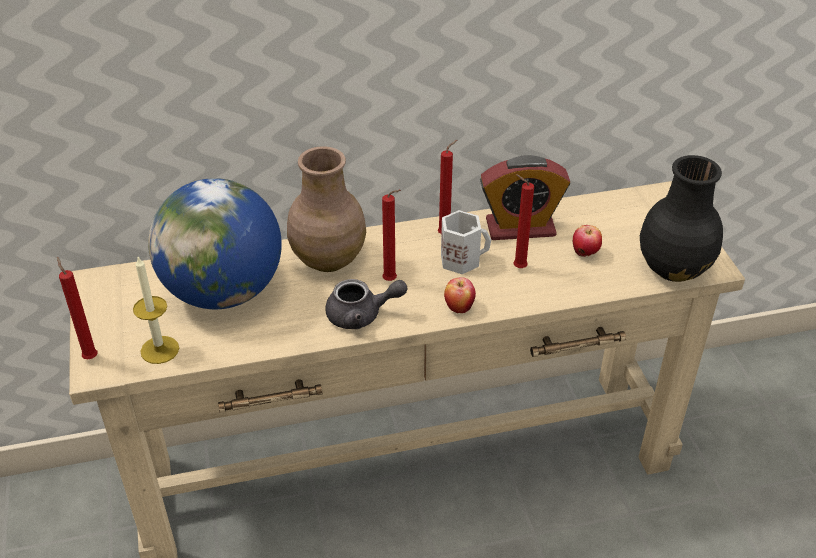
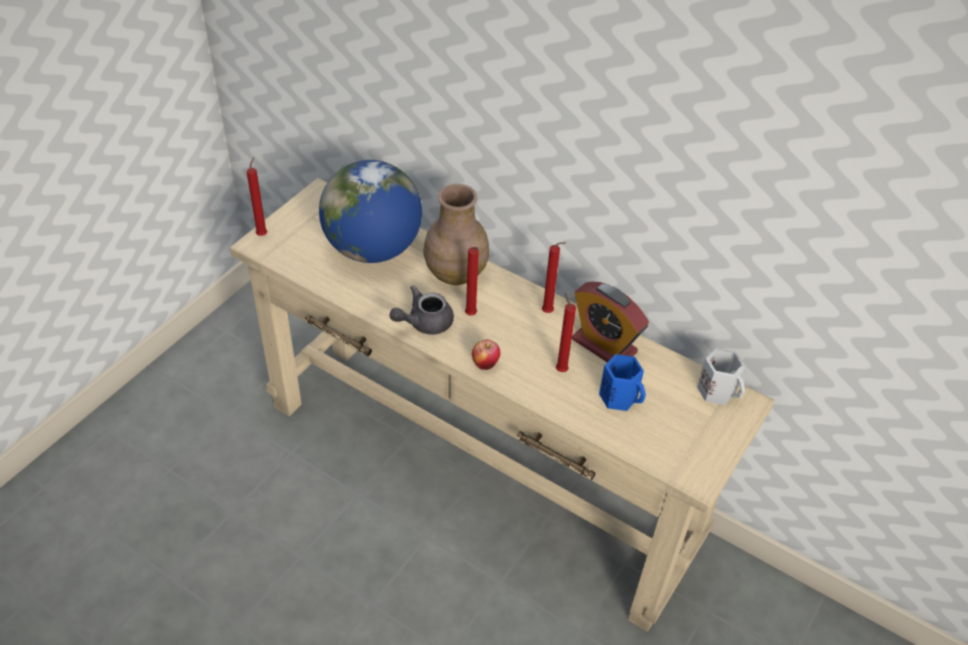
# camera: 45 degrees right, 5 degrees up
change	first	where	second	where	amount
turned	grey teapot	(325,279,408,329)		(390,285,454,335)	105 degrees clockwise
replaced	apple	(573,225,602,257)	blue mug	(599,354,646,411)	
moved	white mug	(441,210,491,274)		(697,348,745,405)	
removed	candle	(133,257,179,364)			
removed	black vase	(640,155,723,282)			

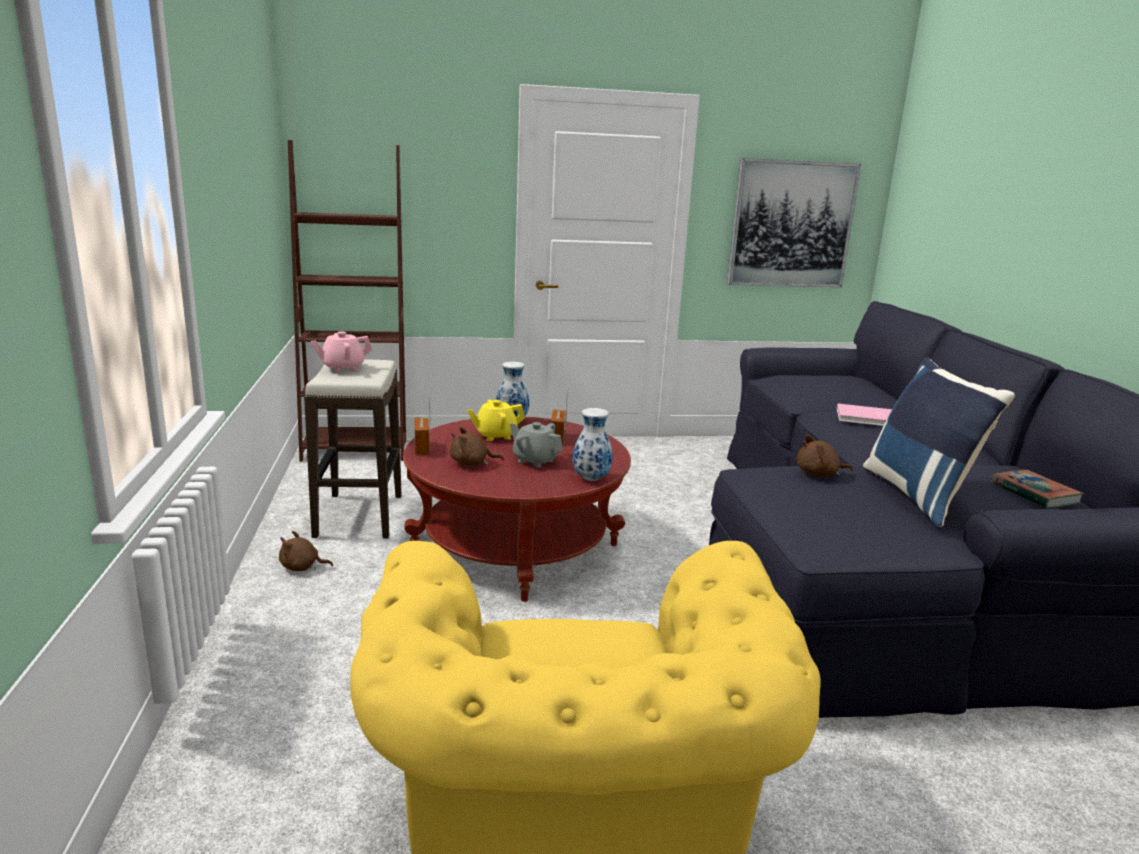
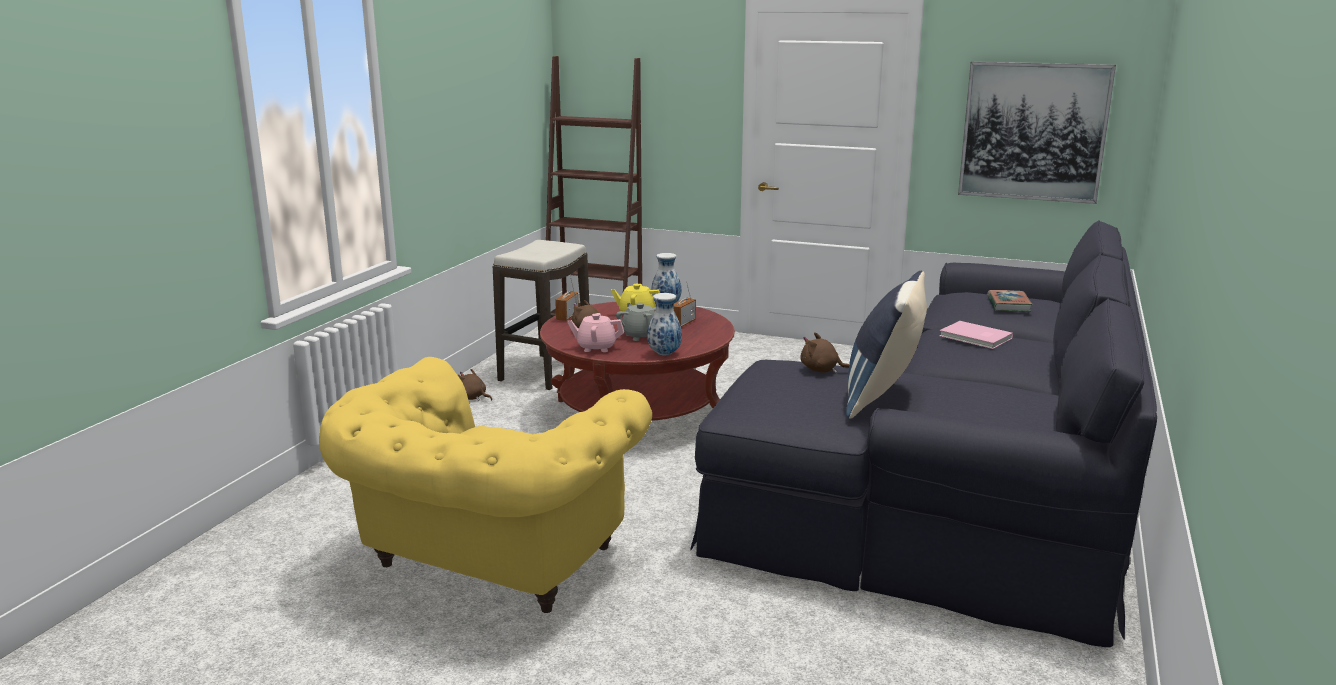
# camera: 30 degrees right, 0 degrees up
change	first	where	second	where	amount
moved	pink teapot	(311,331,372,372)		(567,313,624,352)	
moved	book	(991,470,1084,509)		(987,290,1033,312)	

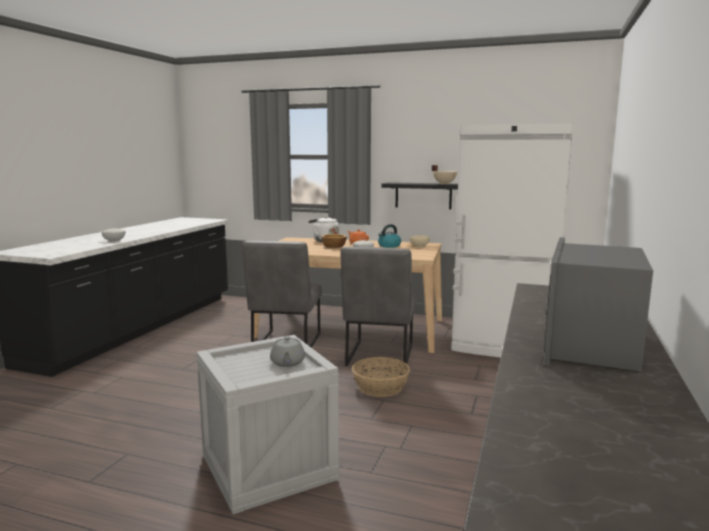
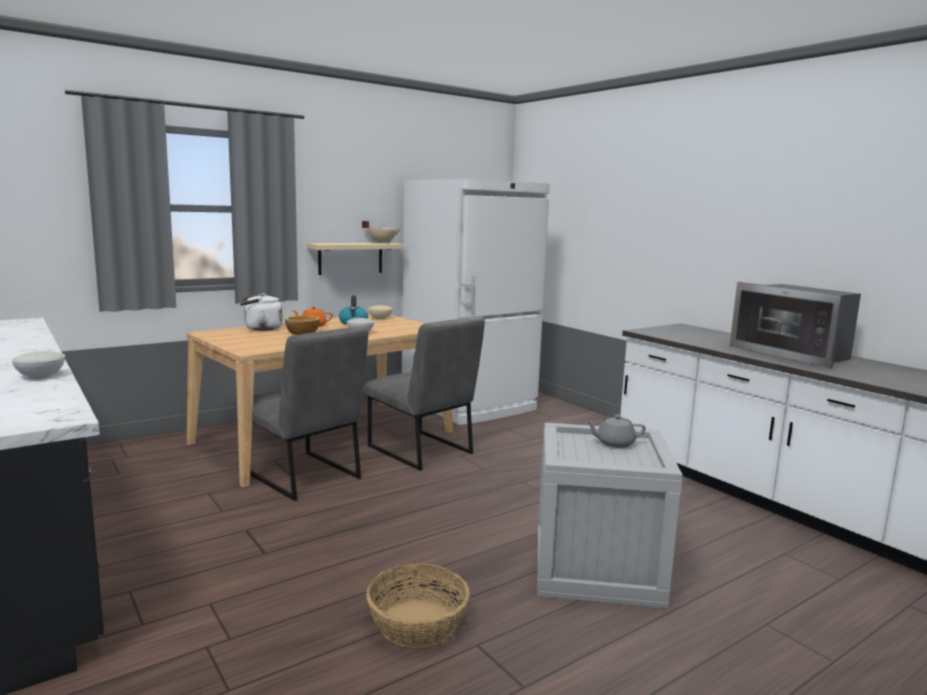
# camera: 55 degrees left, 0 degrees up
change	first	where	second	where	amount
recoloured	black shelf	(381,182,458,209)	beige shelf	(307,243,404,275)	
moved	basket	(352,357,410,397)		(366,564,470,648)	
turned	grey teapot	(270,336,305,367)		(585,415,646,448)	150 degrees clockwise

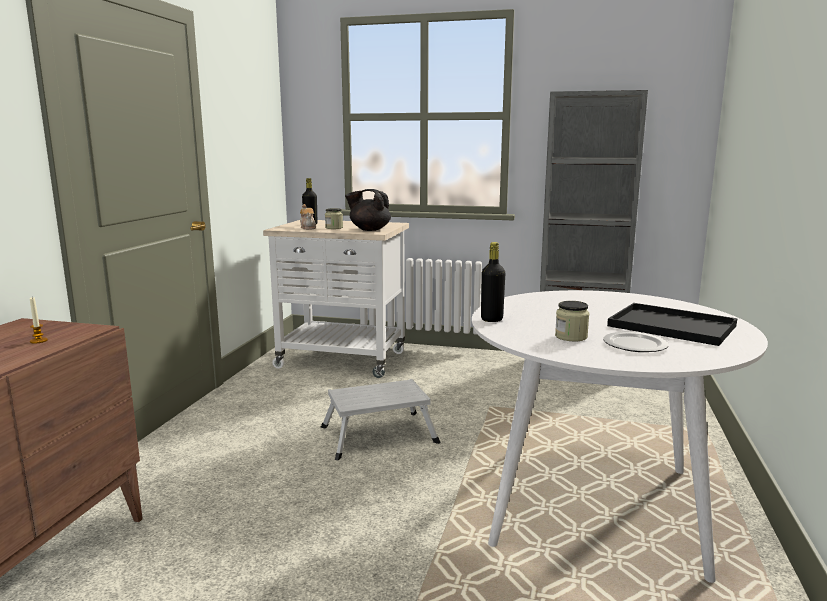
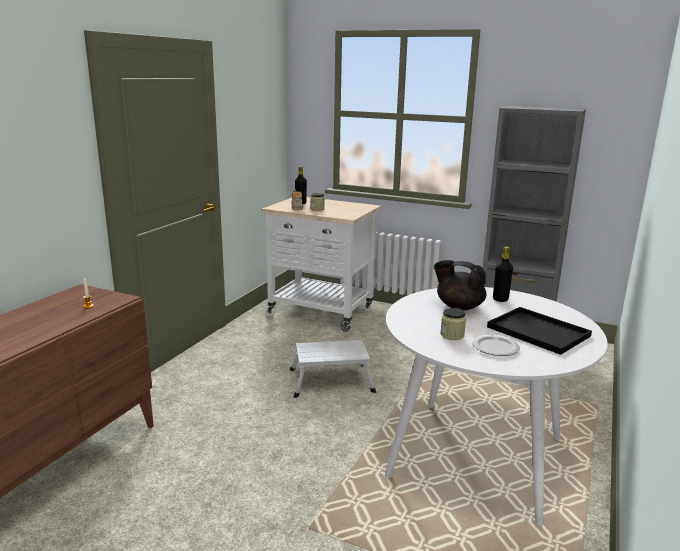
# camera: 10 degrees right, 5 degrees up
change	first	where	second	where	amount
moved	black teapot	(345,189,391,231)		(434,260,486,311)	
moved	black bottle	(481,242,505,322)		(493,246,513,302)	

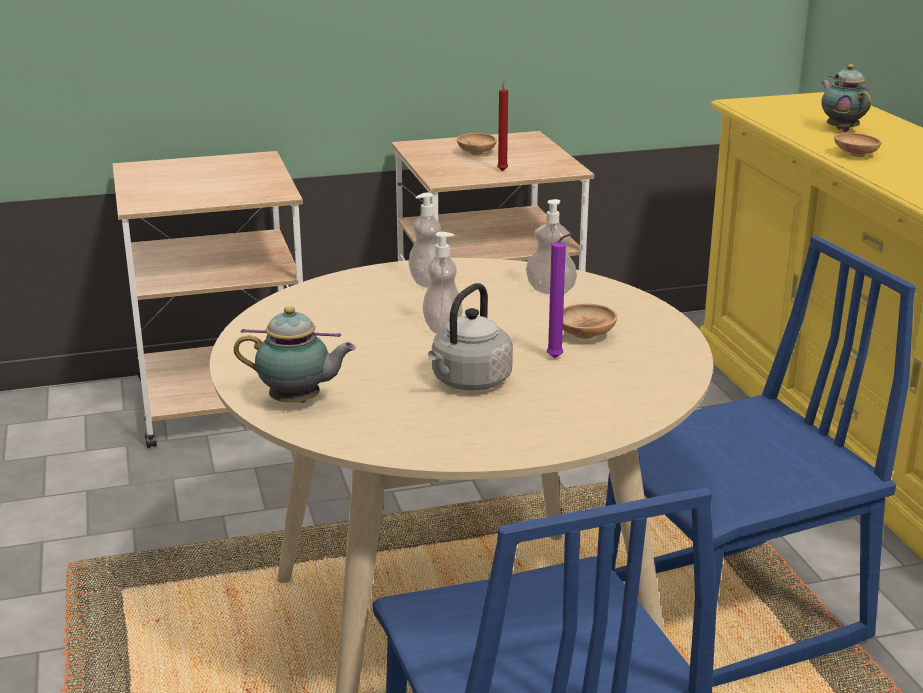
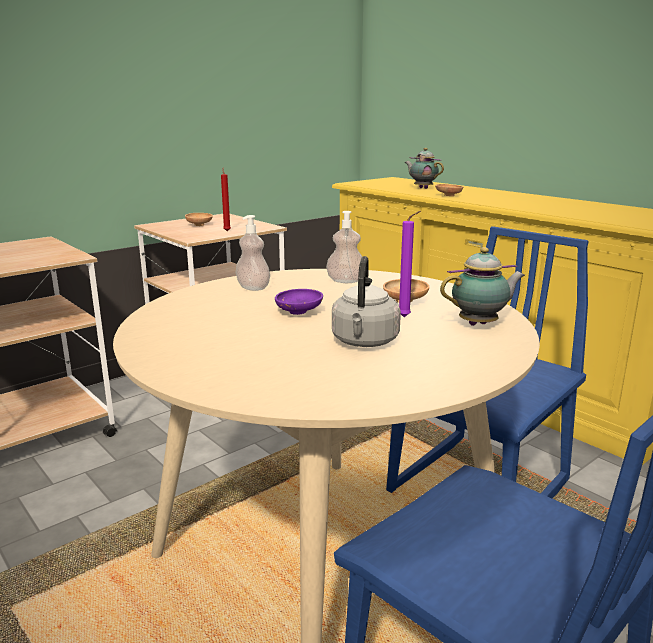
# camera: 25 degrees left, 5 degrees down
change	first	where	second	where	amount
replaced	soap dispenser	(422,232,463,334)	purple bowl	(275,289,323,315)	
moved	teapot	(234,306,356,403)		(440,247,525,326)	

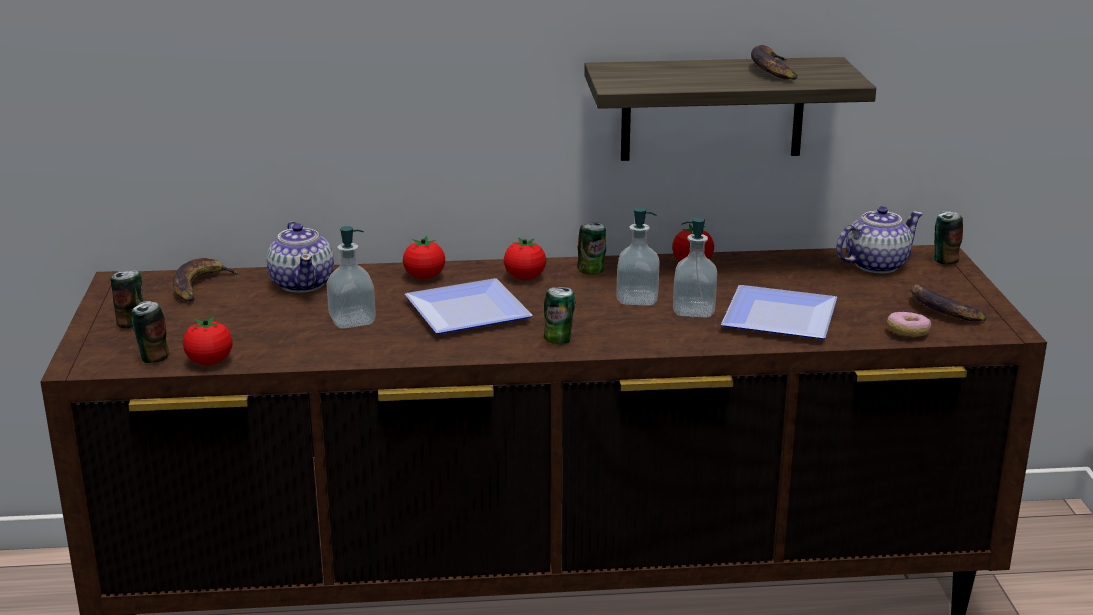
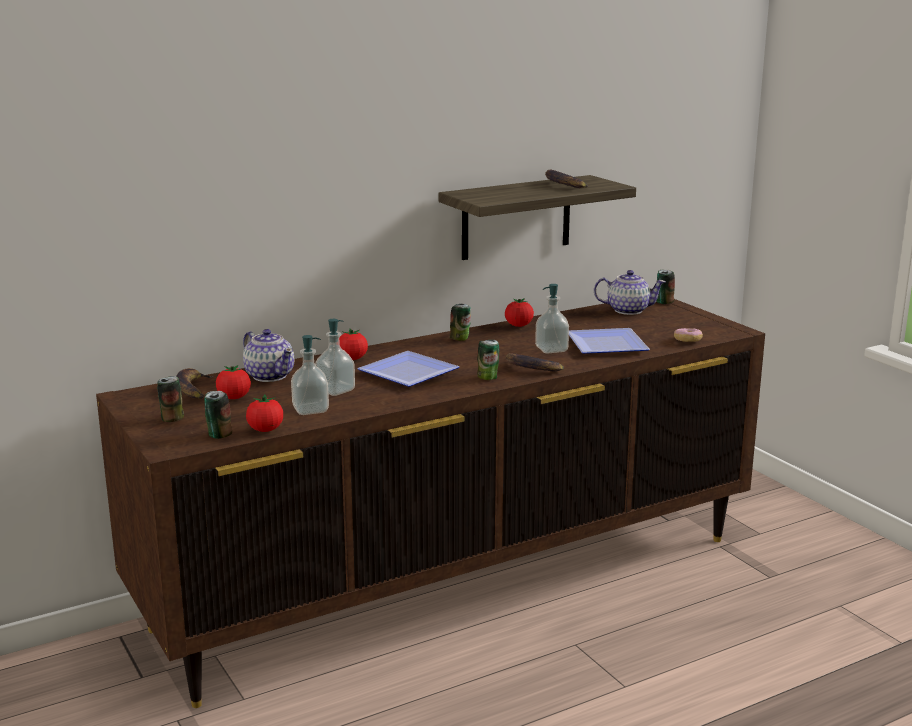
# camera: 25 degrees left, 5 degrees down
change	first	where	second	where	amount
moved	tomato	(504,237,546,280)		(216,365,251,399)	
moved	soap dispenser	(616,207,660,306)		(291,335,329,415)	
moved	banana	(911,285,987,322)		(506,353,564,372)	
turned	teapot	(836,206,923,273)		(594,270,666,315)	60 degrees clockwise

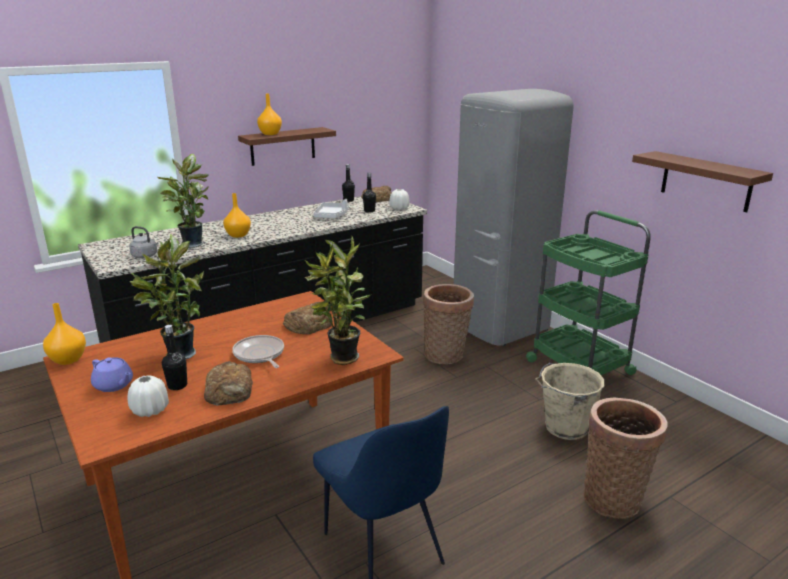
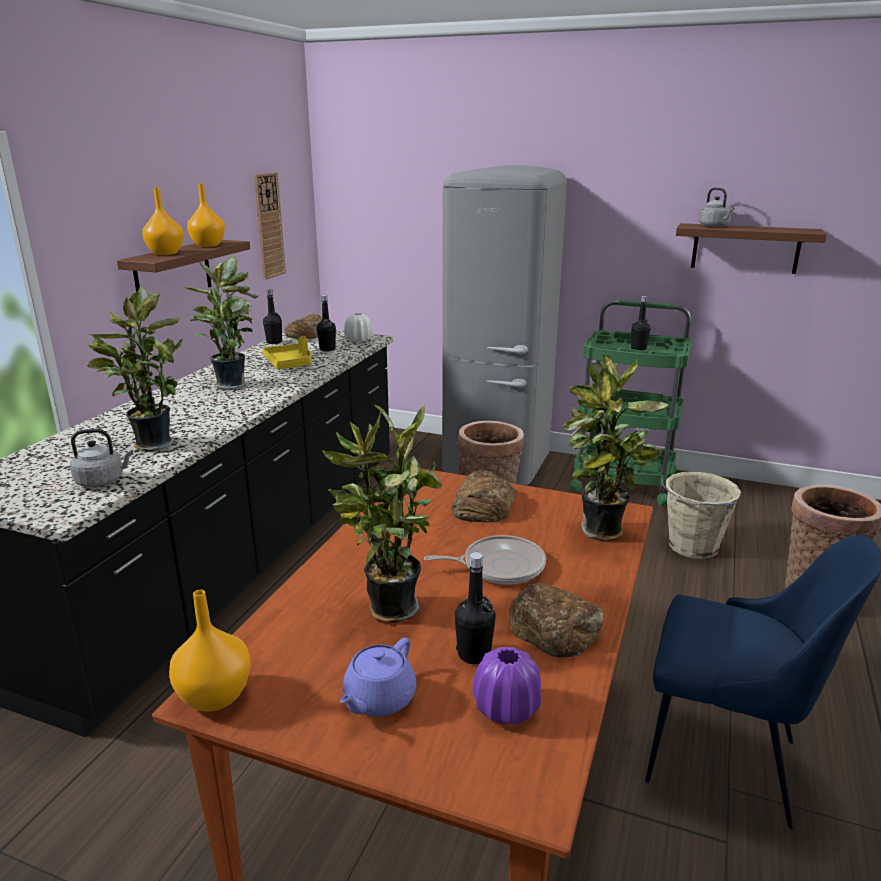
# camera: 35 degrees left, 0 degrees up
change	first	where	second	where	amount
added			potted plant	(184,256,258,390)	
moved	orange vase	(223,193,251,238)		(187,184,225,247)	
added			wall clock	(254,172,286,280)	
recoloured	white tray	(314,199,349,218)	yellow tray	(262,336,312,369)	
turned	purple teapot	(91,357,133,392)		(340,638,416,717)	120 degrees clockwise
turned	frying pan	(232,335,284,368)		(424,535,546,584)	150 degrees clockwise
recoloured	white vase	(128,375,169,417)	purple vase	(473,647,541,724)	
added			black bottle	(631,296,650,351)	
added			grey kettle	(699,187,735,227)	

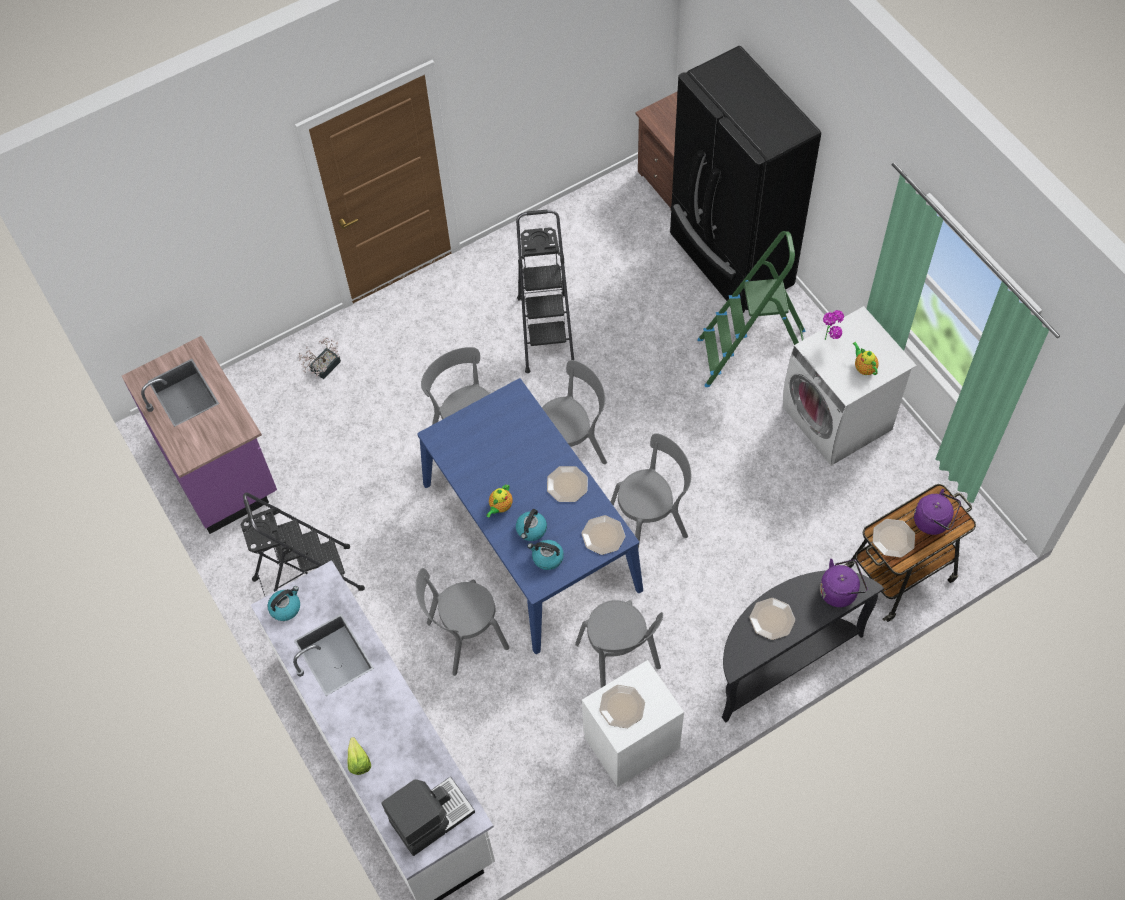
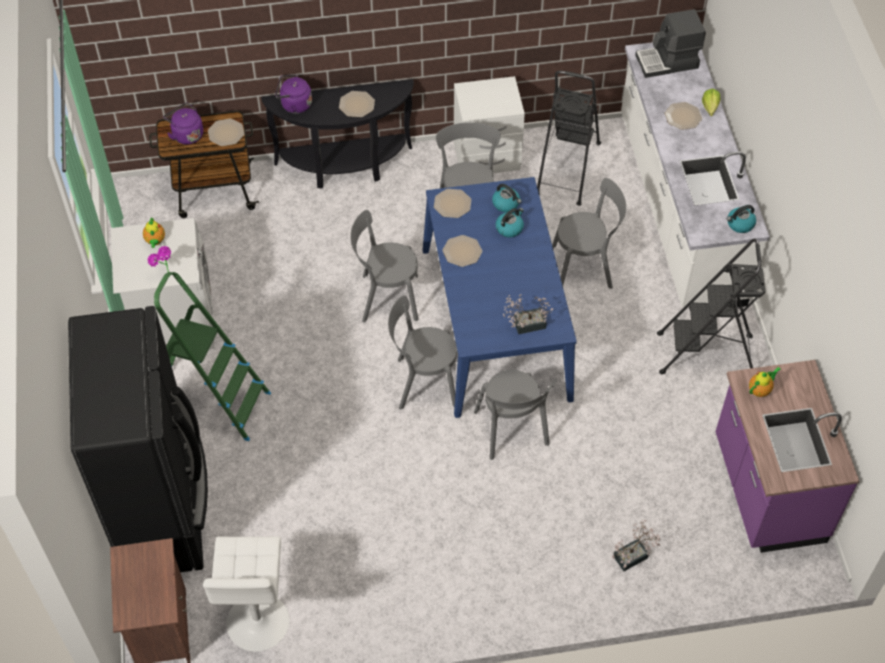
# camera: 160 degrees left, 5 degrees down
change	first	where	second	where	amount
added			white stool	(203,536,289,652)	
added			potted plant	(503,294,553,334)	
moved	step ladder	(516,210,574,373)		(537,71,601,206)	
moved	plate	(599,685,645,728)		(664,102,702,130)	
moved	teapot	(486,485,513,517)		(749,367,781,397)	

